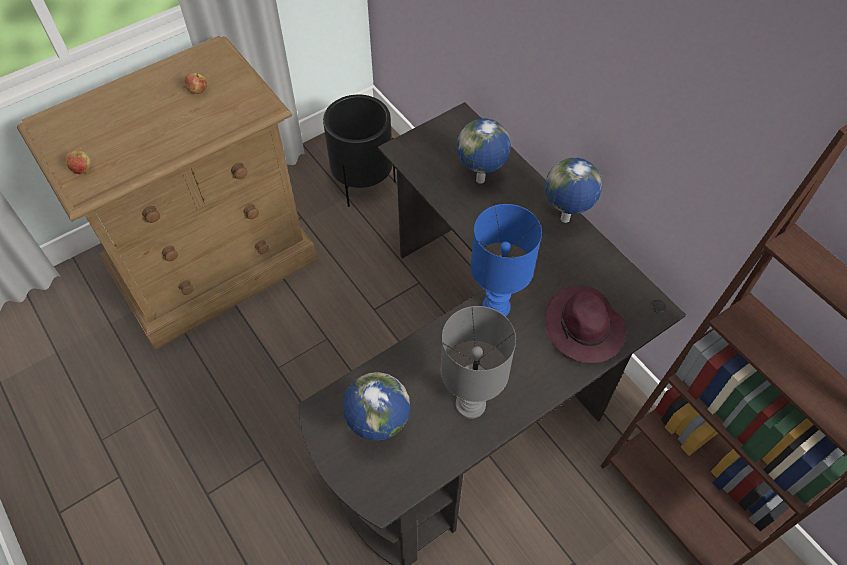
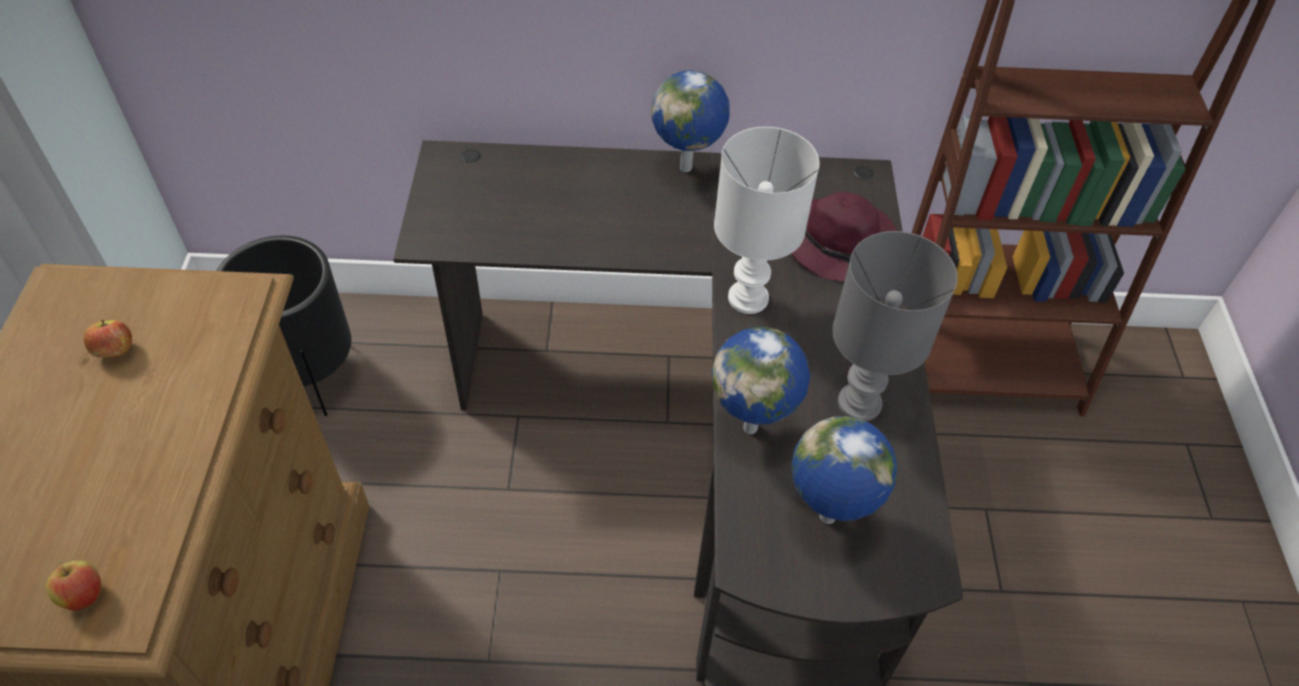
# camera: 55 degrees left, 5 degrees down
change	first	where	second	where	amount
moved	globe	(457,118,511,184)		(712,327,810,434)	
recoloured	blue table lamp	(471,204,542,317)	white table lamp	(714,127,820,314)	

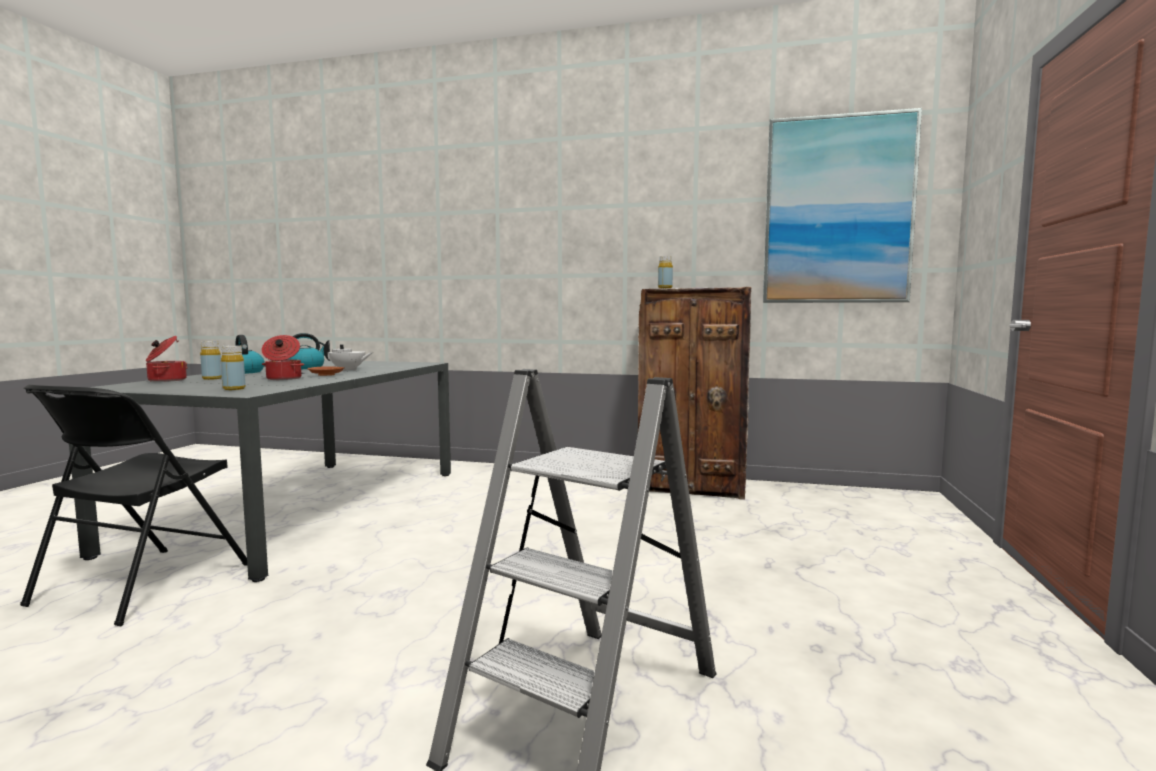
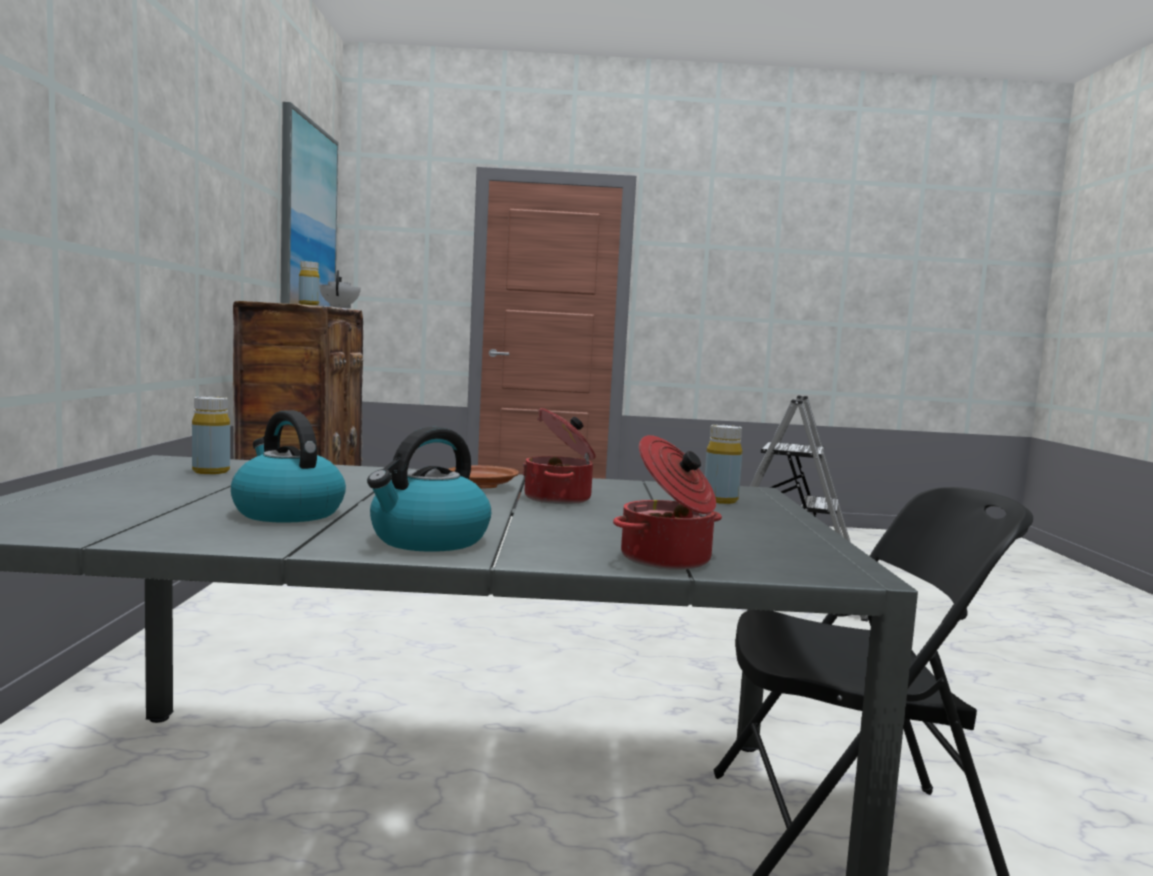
# camera: 105 degrees left, 0 degrees up
change	first	where	second	where	amount
moved	yellow bottle	(200,341,222,380)		(192,396,230,474)	
moved	white teapot	(324,340,373,371)		(320,270,361,308)	

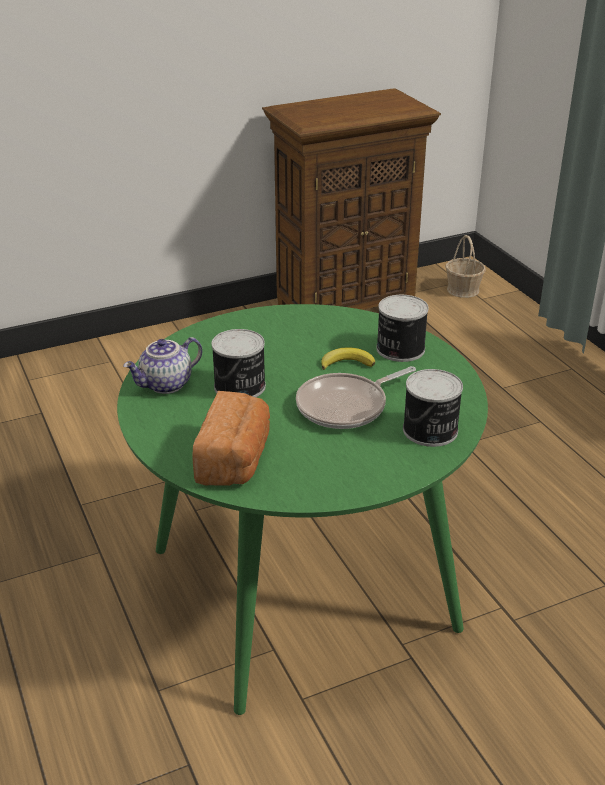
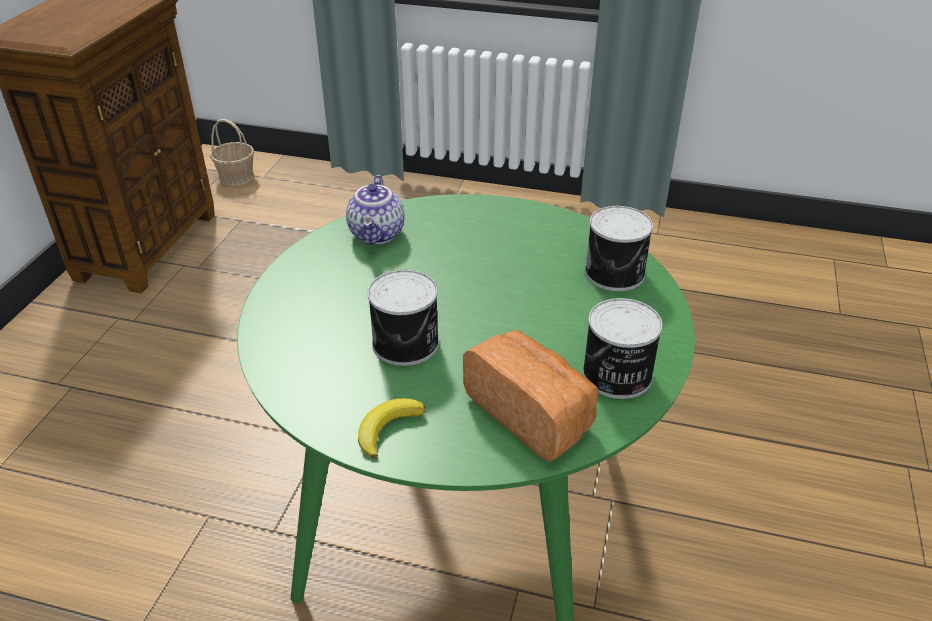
# camera: 50 degrees left, 5 degrees up
change	first	where	second	where	amount
moved	teapot	(123,337,202,394)		(346,175,405,245)	
moved	banana	(321,348,375,370)		(358,398,425,459)	
moved	can	(376,295,429,362)		(582,298,663,399)	
removed	frying pan	(296,366,416,429)			

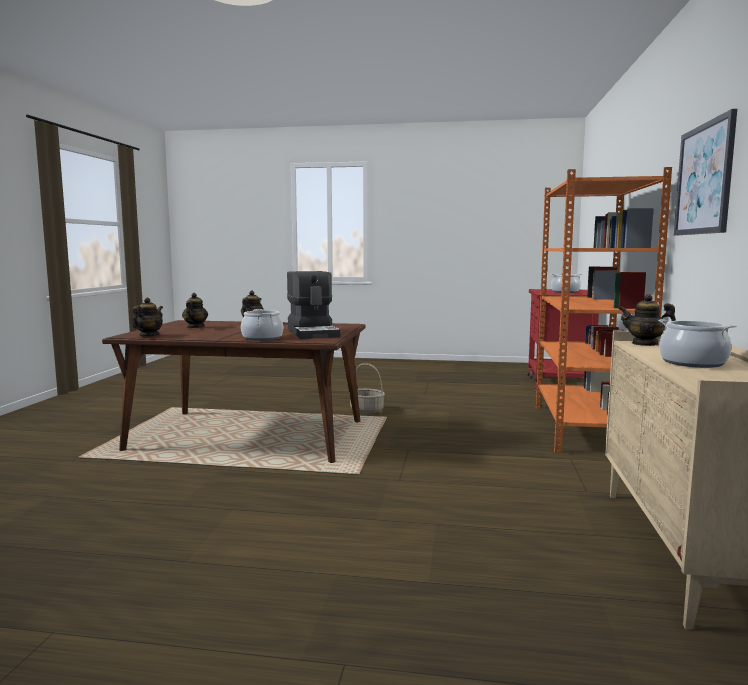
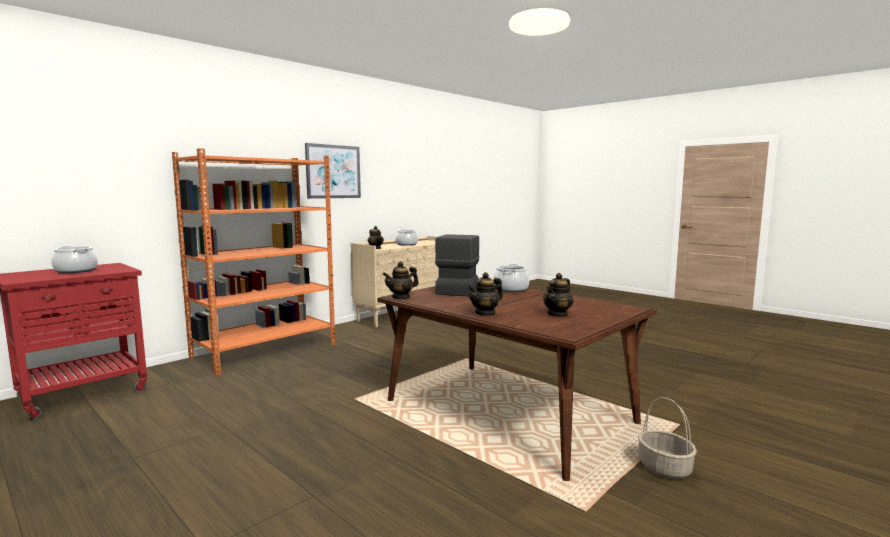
# camera: 145 degrees left, 0 degrees up
change	first	where	second	where	amount
moved	teapot	(132,298,163,337)		(383,261,419,300)	
moved	basket	(349,363,385,414)		(638,397,697,479)	

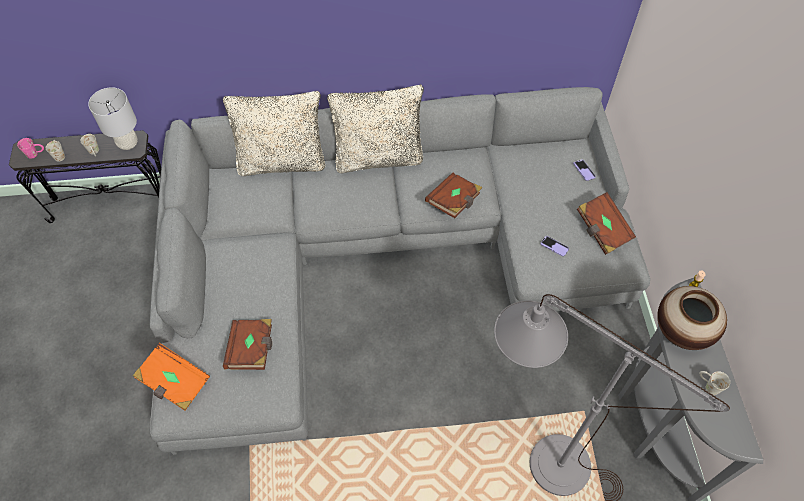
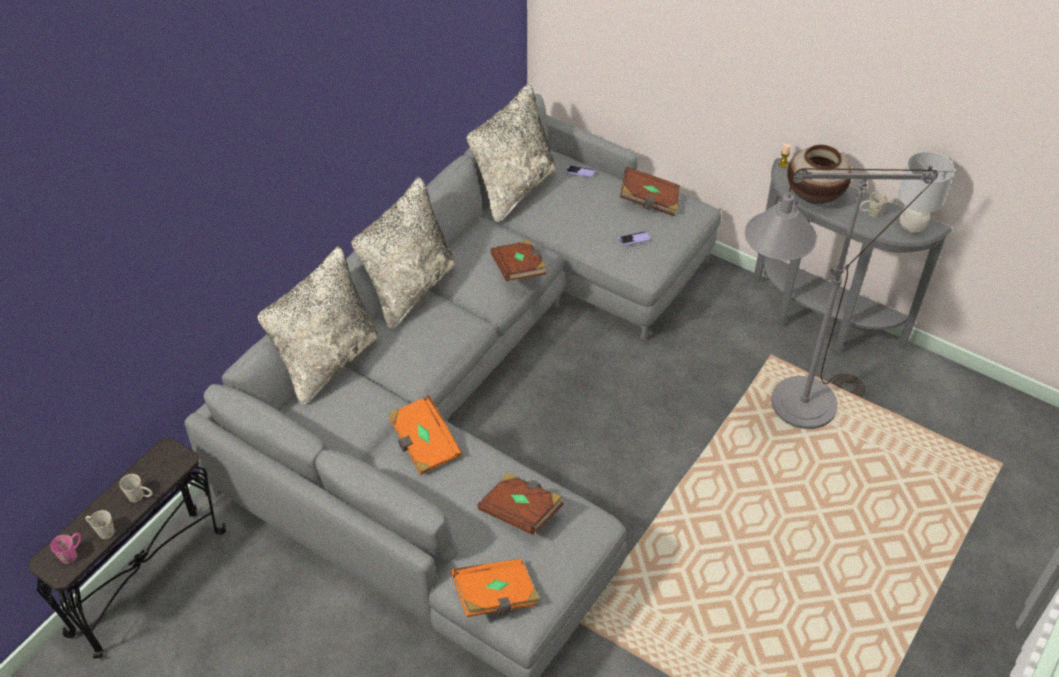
# camera: 50 degrees left, 10 degrees down
change	first	where	second	where	amount
added			orange book	(388,395,462,475)	
added			beige pillow	(466,83,555,222)	
moved	grey table lamp	(88,87,138,150)		(898,152,954,233)	

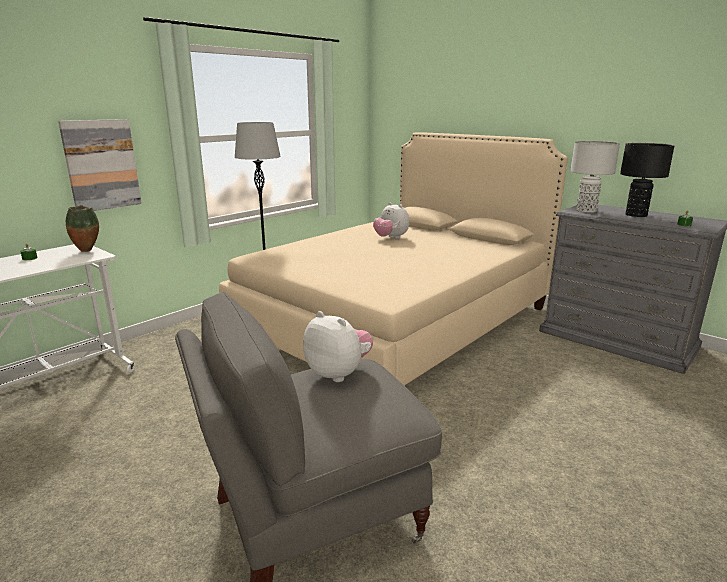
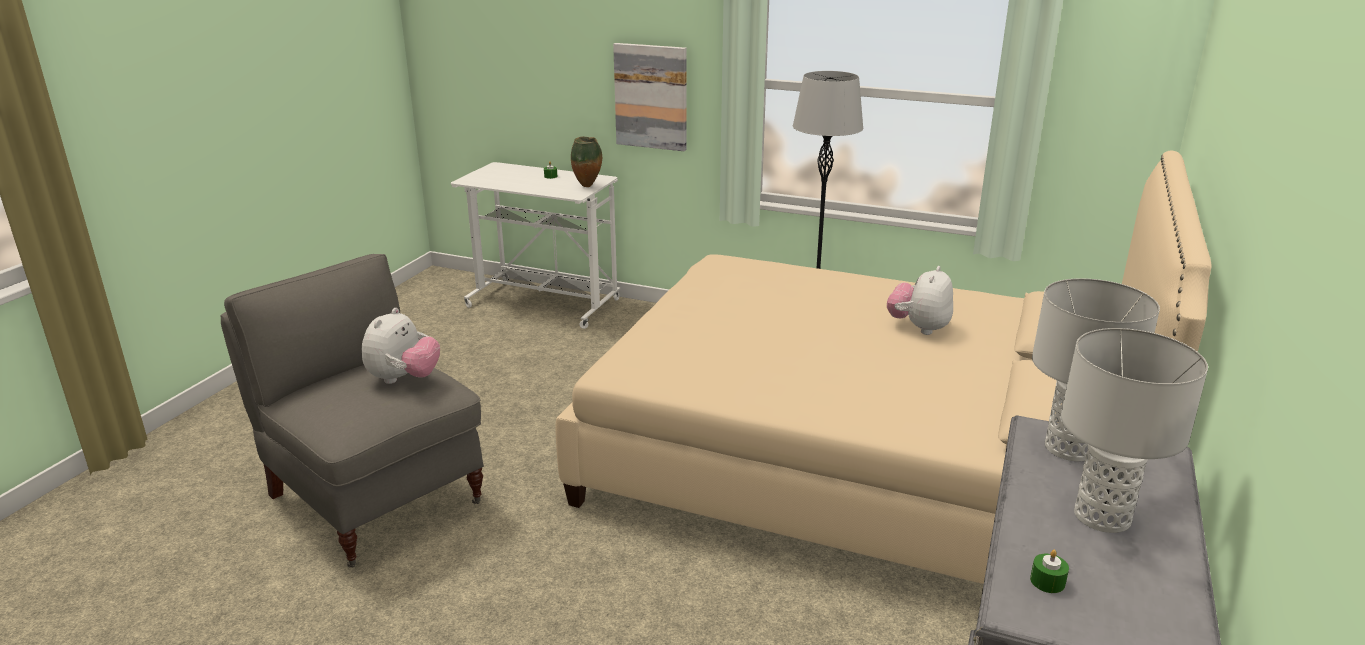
# camera: 70 degrees right, 5 degrees up
change	first	where	second	where	amount
recoloured	black table lamp	(620,143,675,217)	white table lamp	(1061,328,1208,533)	

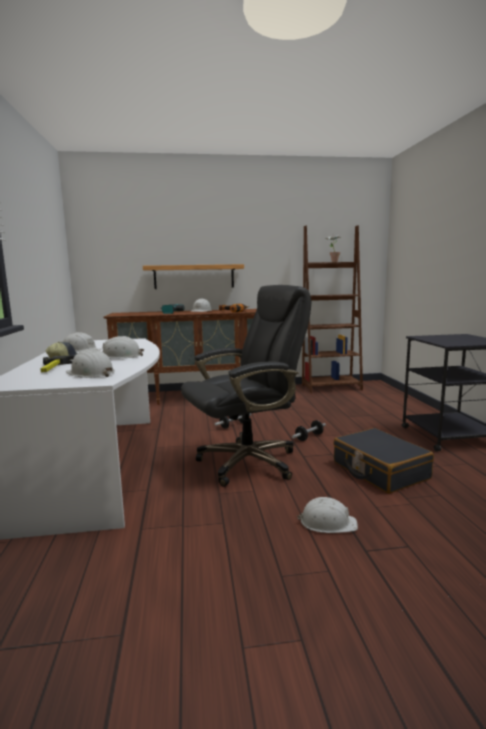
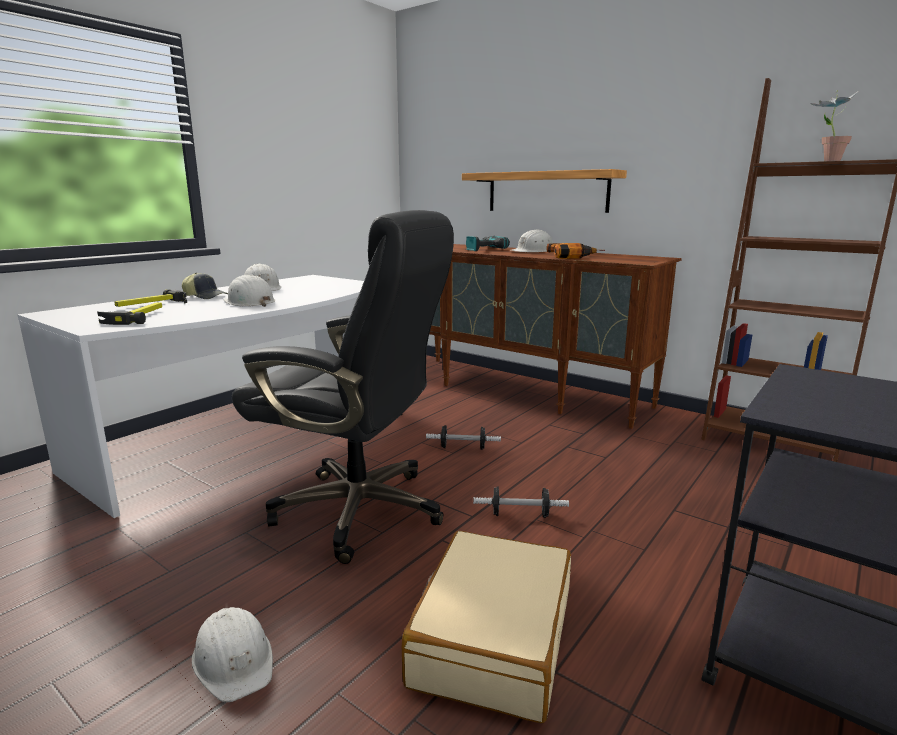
# camera: 45 degrees right, 5 degrees up
change	first	where	second	where	amount
replaced	white hard hat	(66,349,115,378)	hammer	(97,303,162,325)	
recoloured	black suitcase	(333,428,434,494)	beige suitcase	(401,531,571,723)	

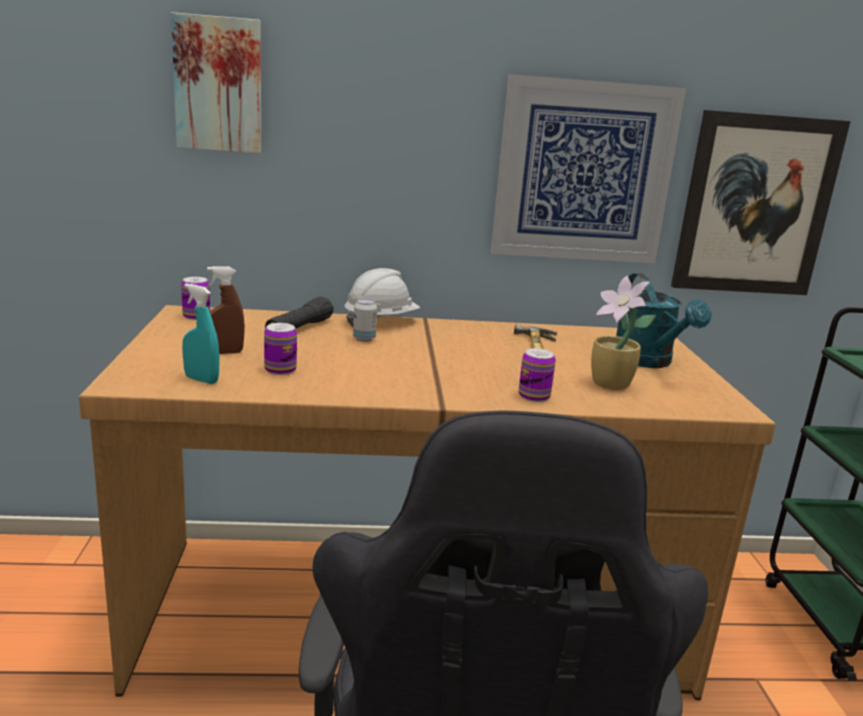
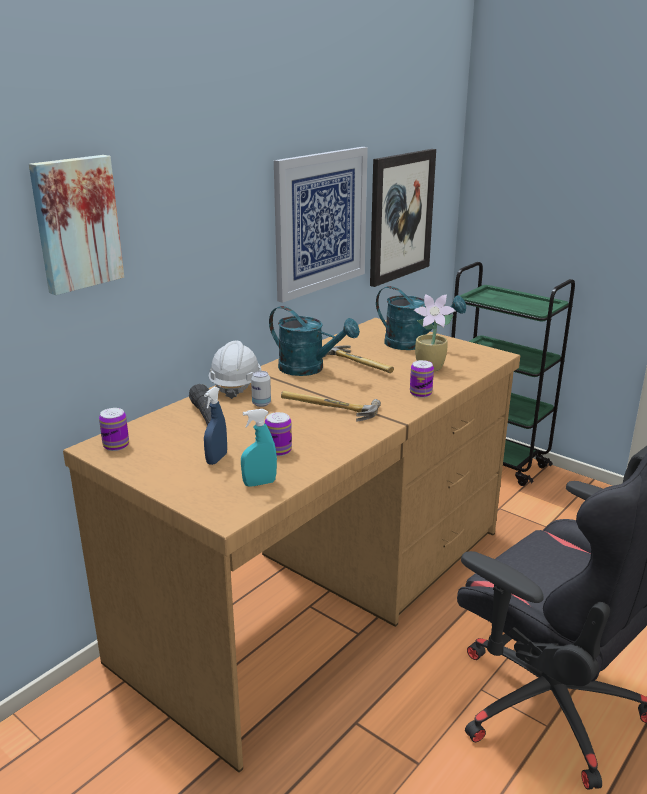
# camera: 45 degrees left, 5 degrees up
change	first	where	second	where	amount
recoloured	brown spray bottle	(207,266,245,354)	blue spray bottle	(204,387,227,465)	
added			turquoise watering can	(269,306,360,376)	
added			hammer	(281,391,381,422)	

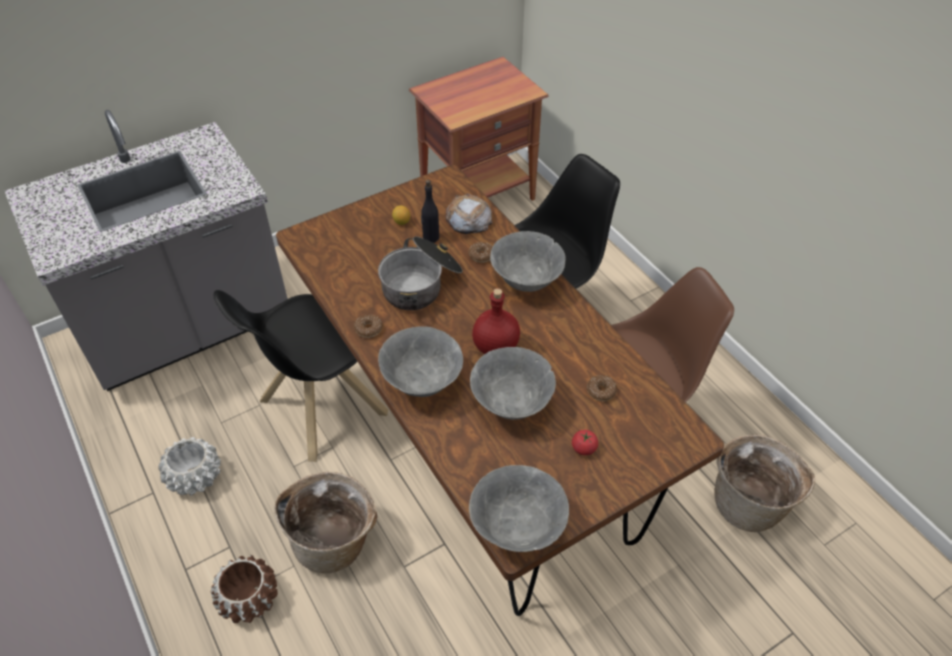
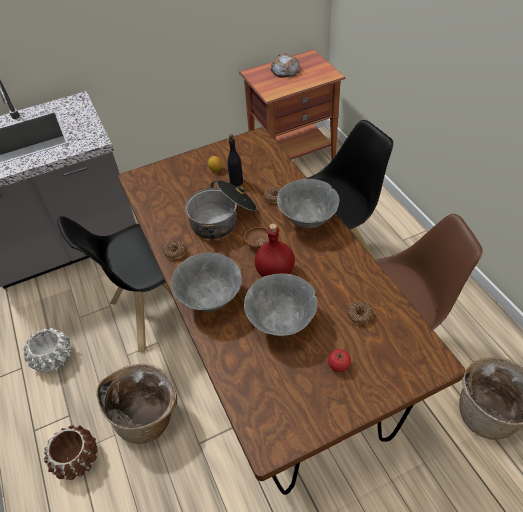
# camera: 10 degrees right, 0 degrees up
change	first	where	second	where	amount
added			brown bowl	(244,227,269,248)	
moved	bread	(446,193,493,234)		(271,53,300,78)	
removed	grey bowl	(469,465,569,552)			

